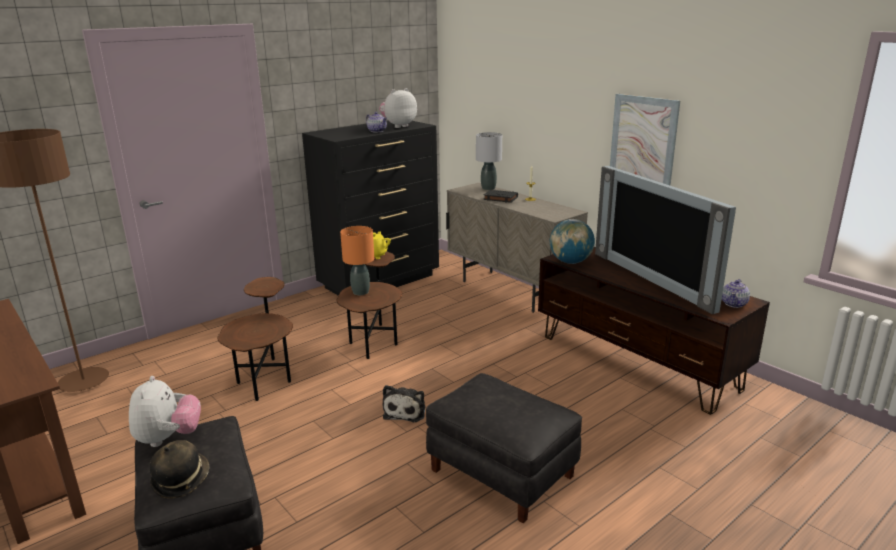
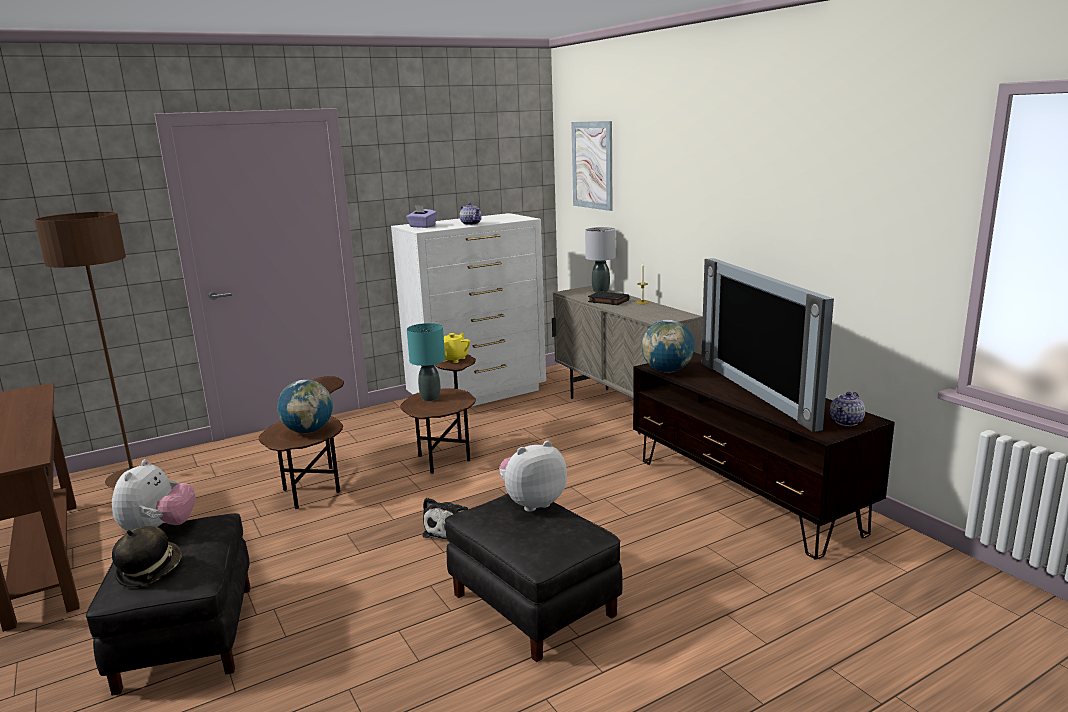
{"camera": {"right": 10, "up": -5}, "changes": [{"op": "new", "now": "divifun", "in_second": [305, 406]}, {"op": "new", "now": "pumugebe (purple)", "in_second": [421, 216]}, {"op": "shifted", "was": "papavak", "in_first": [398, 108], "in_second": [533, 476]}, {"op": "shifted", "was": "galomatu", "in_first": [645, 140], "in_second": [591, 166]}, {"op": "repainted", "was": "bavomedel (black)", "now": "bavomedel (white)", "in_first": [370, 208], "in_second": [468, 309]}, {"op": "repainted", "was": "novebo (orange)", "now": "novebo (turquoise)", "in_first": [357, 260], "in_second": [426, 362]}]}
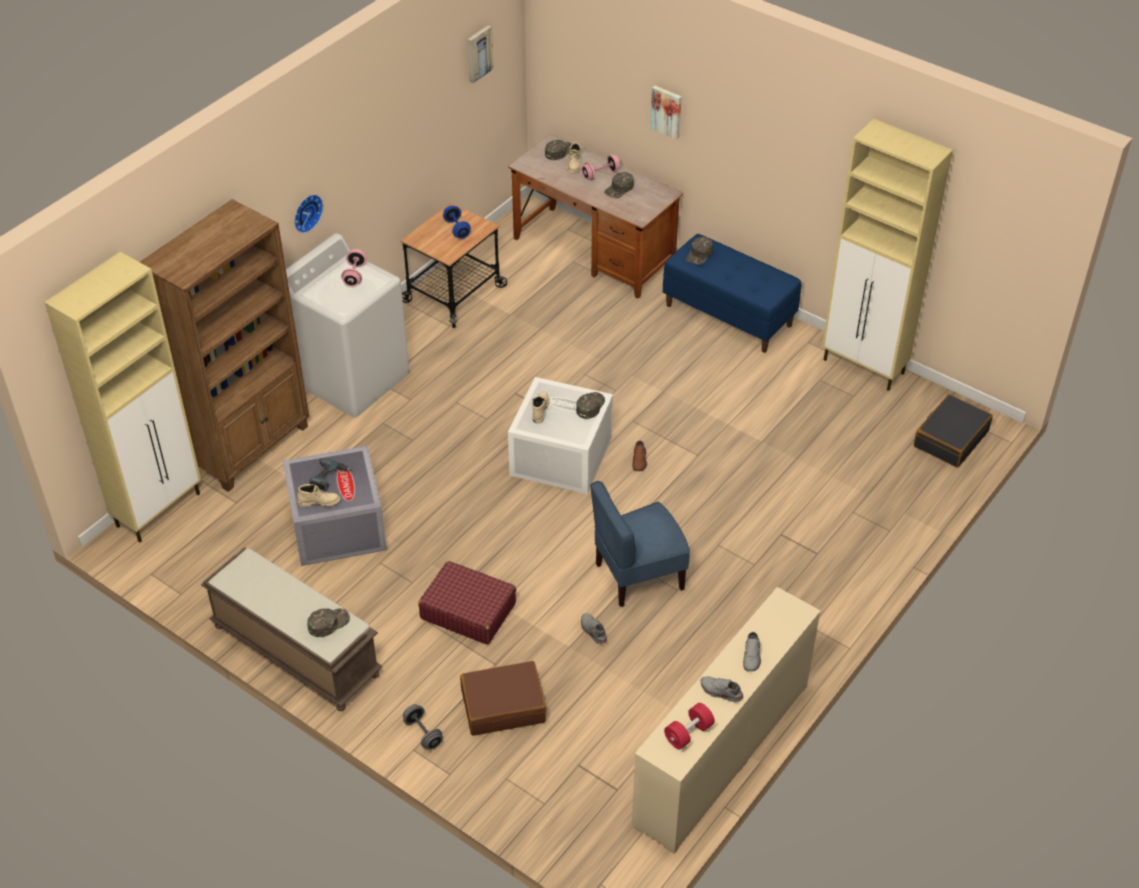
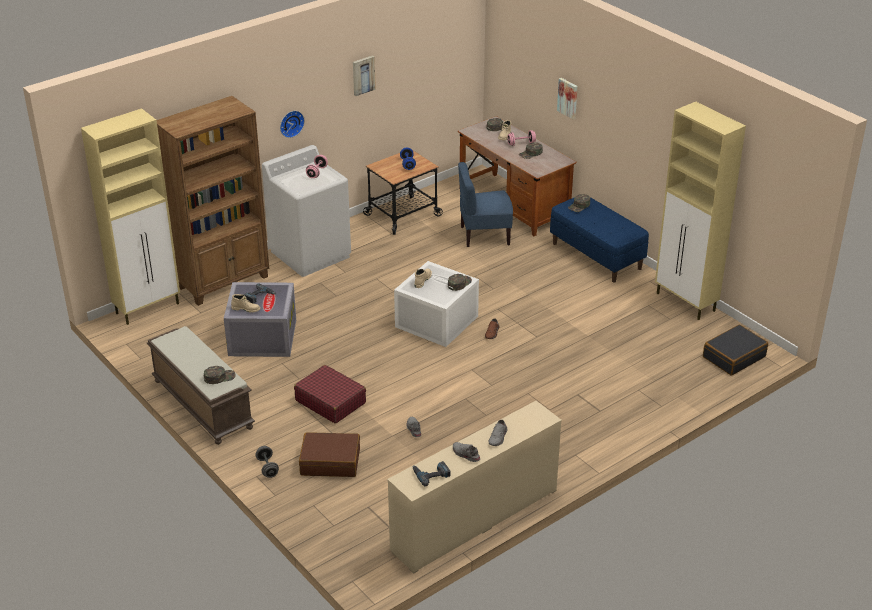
{"camera": {"right": 15, "up": -10}, "changes": [{"op": "shifted", "was": "galomatu", "in_first": [480, 54], "in_second": [364, 75]}, {"op": "shifted", "was": "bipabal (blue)", "in_first": [640, 544], "in_second": [485, 204]}, {"op": "swapped", "was": "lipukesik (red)", "now": "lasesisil", "in_first": [689, 726], "in_second": [431, 473]}]}
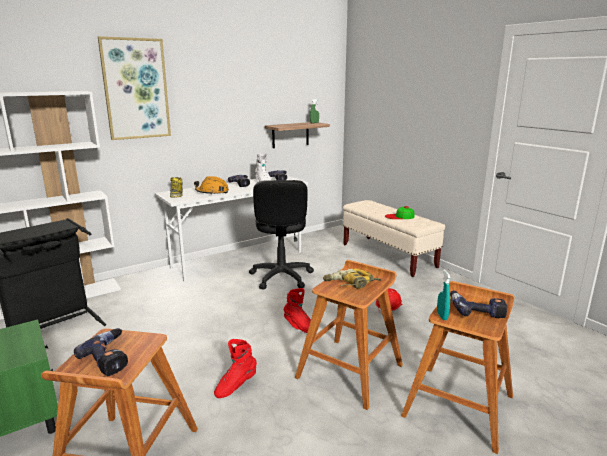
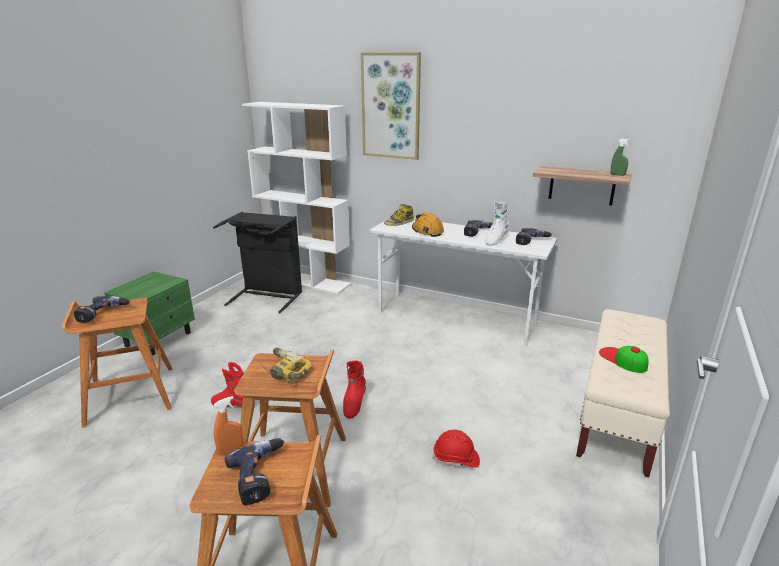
{"camera": {"right": 60, "up": 5}, "changes": [{"op": "gone", "was": "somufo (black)", "in_first": [281, 235]}, {"op": "repainted", "was": "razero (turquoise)", "now": "razero (orange)", "in_first": [443, 295], "in_second": [228, 425]}]}
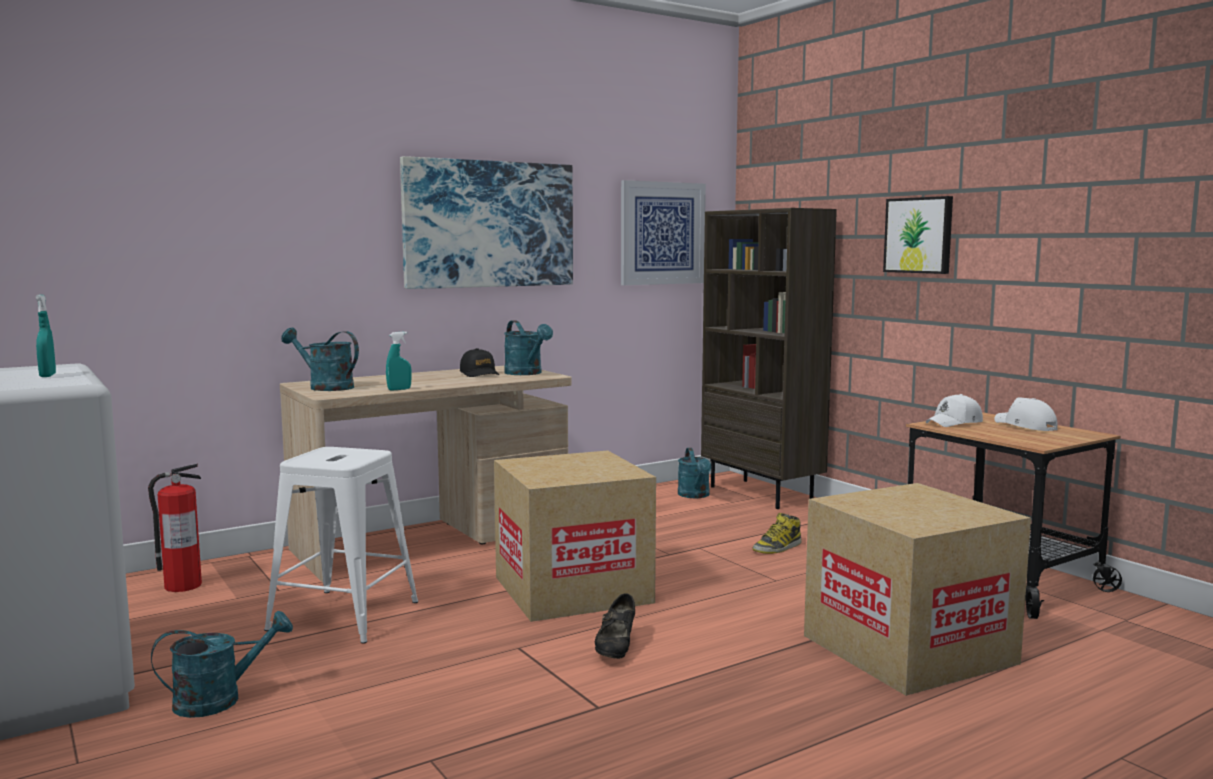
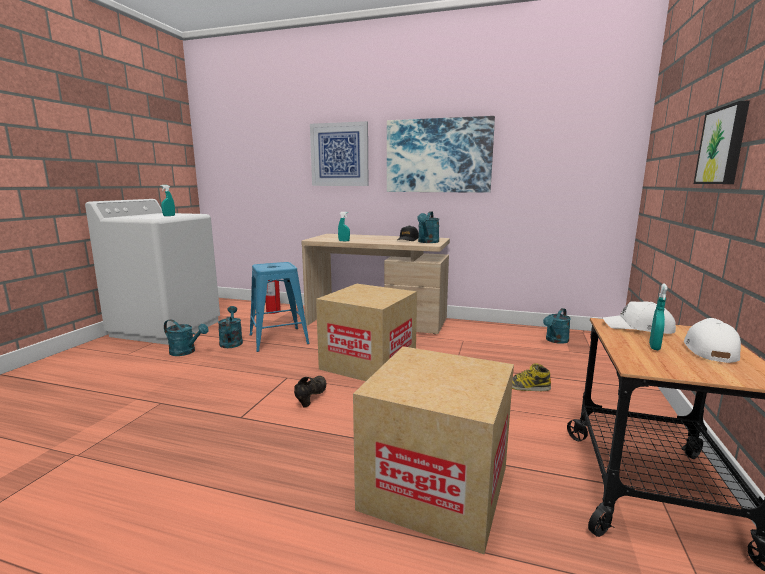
{"camera": {"right": 50, "up": 5}, "changes": [{"op": "gone", "was": "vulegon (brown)", "in_first": [769, 358]}, {"op": "new", "now": "razero (turquoise)", "in_second": [658, 317]}, {"op": "shifted", "was": "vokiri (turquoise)", "in_first": [320, 359], "in_second": [230, 327]}, {"op": "shifted", "was": "galomatu", "in_first": [663, 232], "in_second": [339, 153]}, {"op": "repainted", "was": "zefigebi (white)", "now": "zefigebi (blue)", "in_first": [341, 545], "in_second": [280, 307]}, {"op": "rotated", "was": "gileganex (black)", "in_first": [615, 626], "in_second": [310, 392], "clockwise": 135}]}
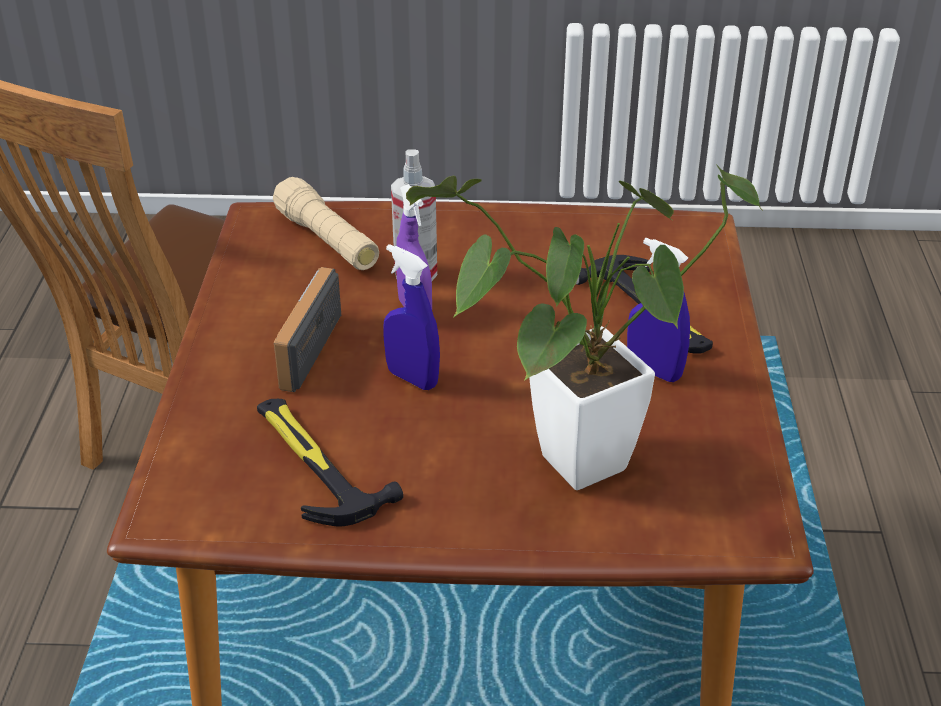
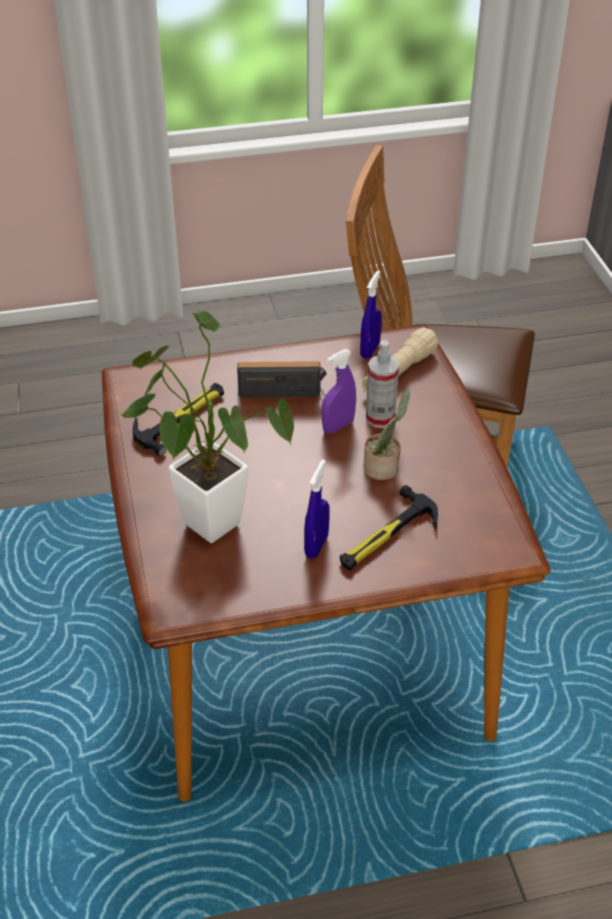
{"camera": {"right": 75, "up": 5}, "changes": [{"op": "new", "now": "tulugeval", "in_second": [386, 434]}, {"op": "shifted", "was": "razero (blue)", "in_first": [411, 317], "in_second": [371, 314]}]}
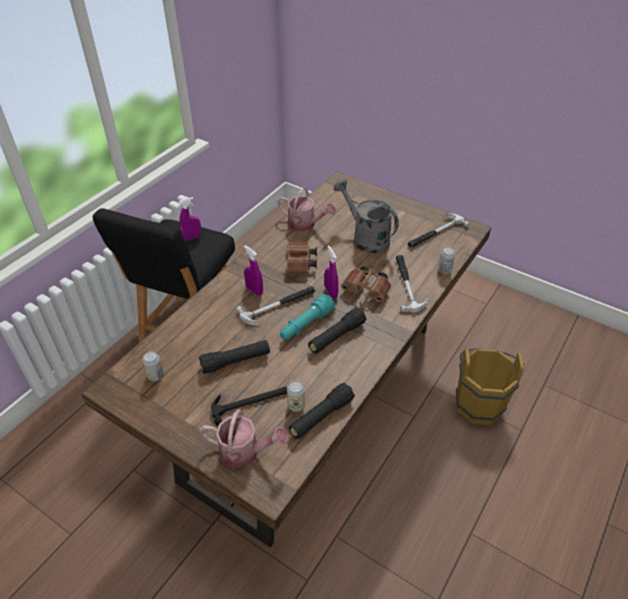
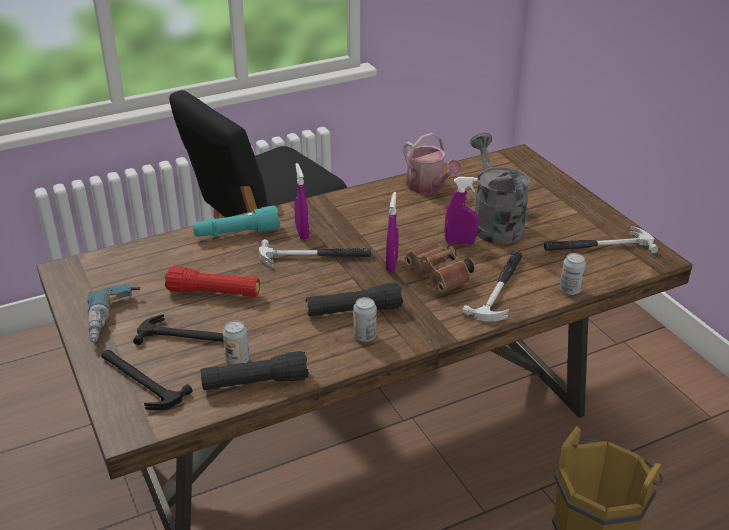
{"camera": {"right": 30, "up": -10}, "changes": [{"op": "gone", "was": "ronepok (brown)", "in_first": [301, 257]}, {"op": "new", "now": "lasesisil", "in_second": [113, 313]}, {"op": "shifted", "was": "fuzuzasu", "in_first": [153, 366], "in_second": [365, 319]}, {"op": "shifted", "was": "razero (purple)", "in_first": [190, 218], "in_second": [462, 210]}, {"op": "shifted", "was": "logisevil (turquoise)", "in_first": [307, 317], "in_second": [236, 221]}, {"op": "swapped", "was": "vokiri", "now": "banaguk", "in_first": [244, 438], "in_second": [147, 380]}, {"op": "repainted", "was": "logisevil (black)", "now": "logisevil (red)", "in_first": [234, 357], "in_second": [212, 281]}]}
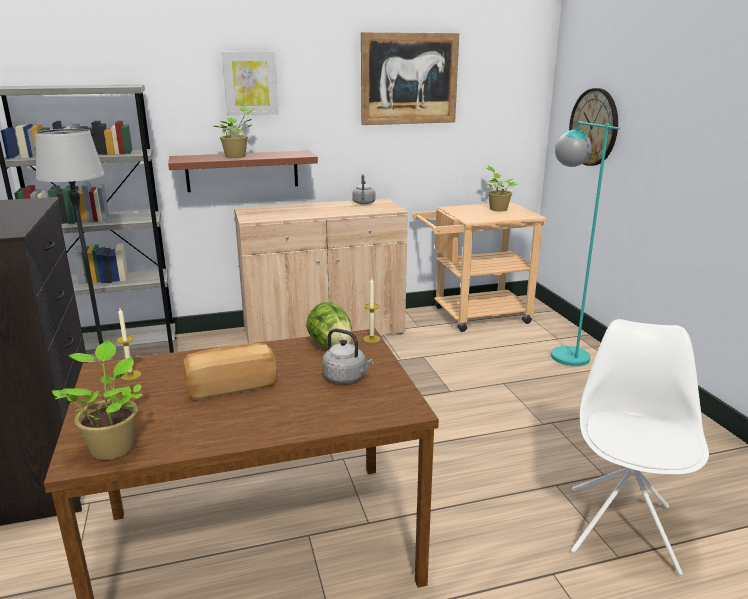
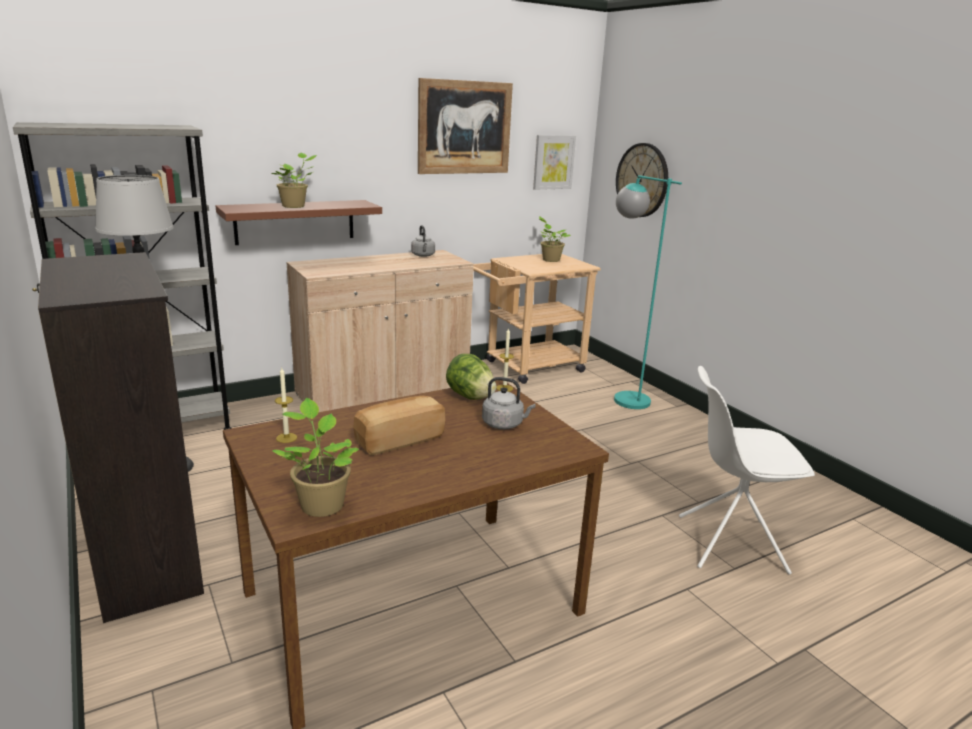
{"camera": {"right": -15, "up": 0}, "changes": [{"op": "shifted", "was": "galomatu", "in_first": [250, 83], "in_second": [554, 162]}, {"op": "rotated", "was": "bipabal (white)", "in_first": [640, 447], "in_second": [747, 470], "clockwise": -90}]}
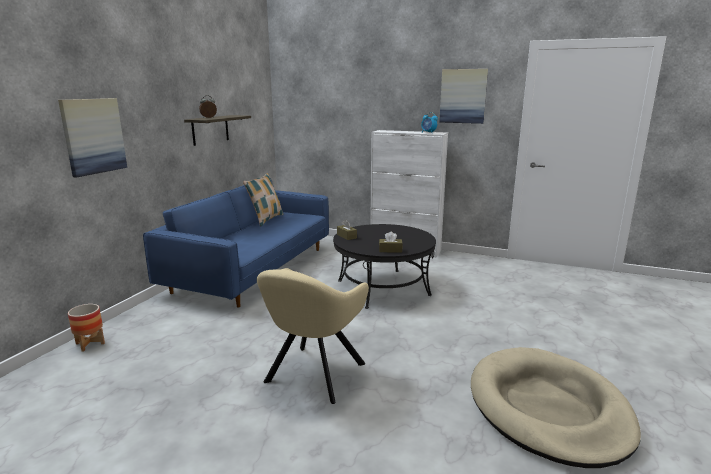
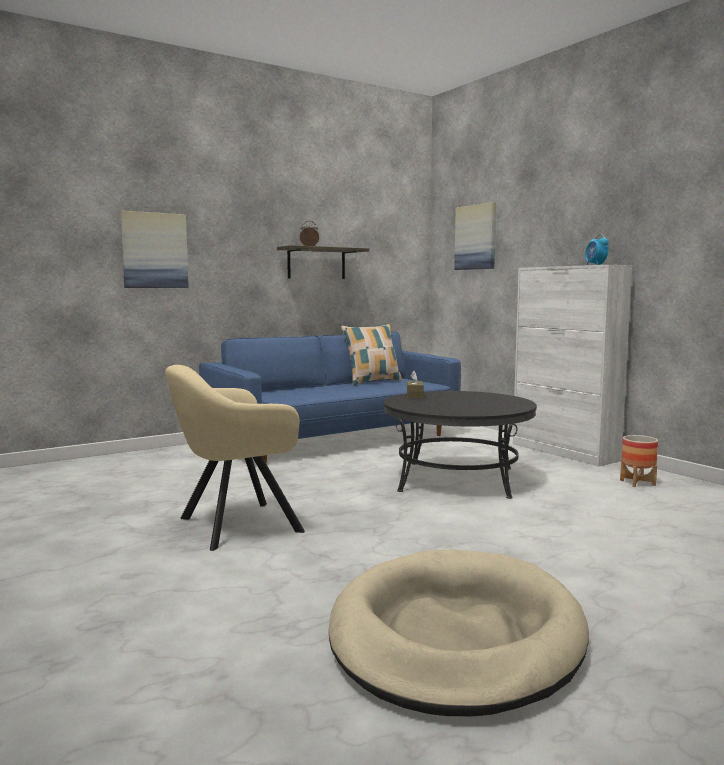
{"camera": {"right": 35, "up": -10}, "changes": [{"op": "gone", "was": "pumugebe (brown)", "in_first": [391, 242]}, {"op": "shifted", "was": "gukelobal", "in_first": [86, 327], "in_second": [639, 461]}, {"op": "shifted", "was": "galomatu", "in_first": [463, 96], "in_second": [475, 236]}]}
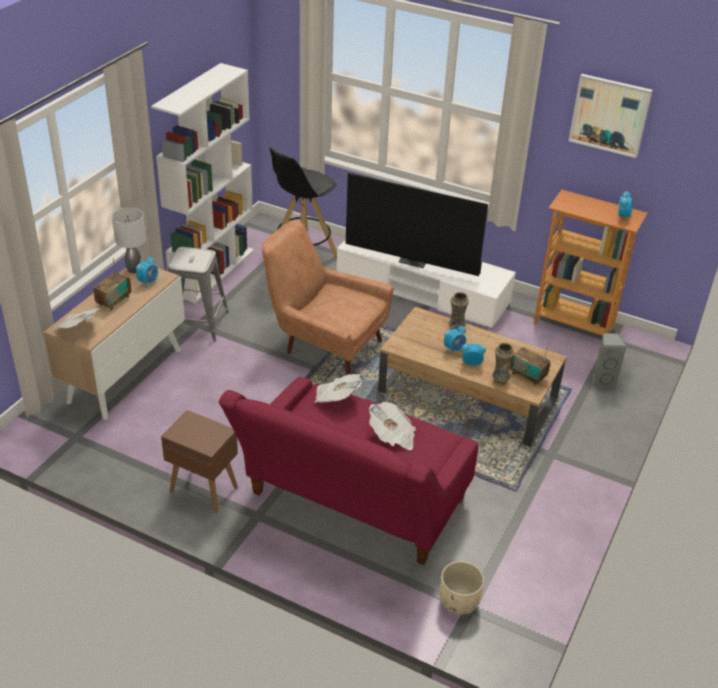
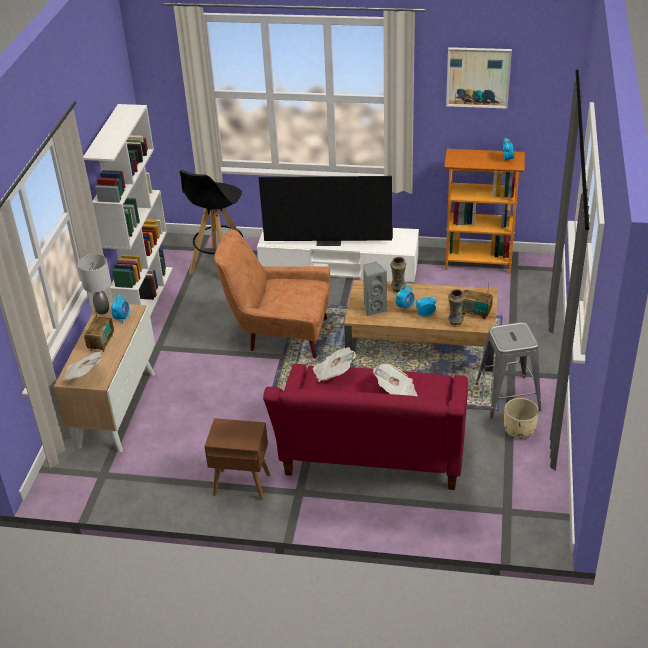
{"camera": {"right": -15, "up": 0}, "changes": [{"op": "shifted", "was": "zefigebi (grey)", "in_first": [198, 294], "in_second": [508, 370]}, {"op": "shifted", "was": "gukelobal (beige)", "in_first": [462, 588], "in_second": [521, 418]}, {"op": "shifted", "was": "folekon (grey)", "in_first": [610, 360], "in_second": [375, 289]}]}
